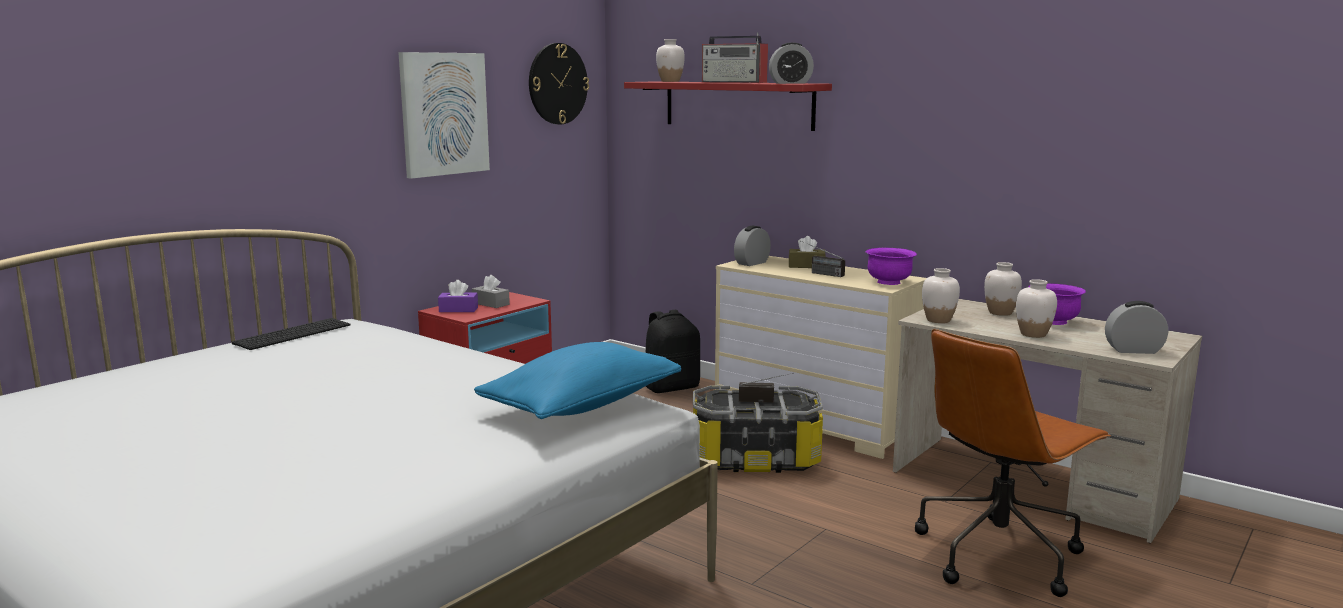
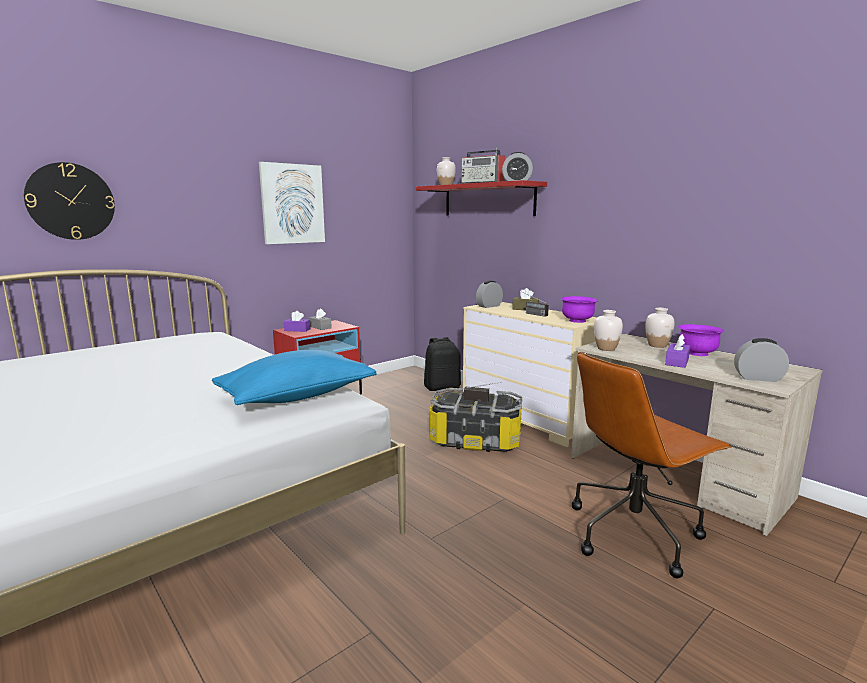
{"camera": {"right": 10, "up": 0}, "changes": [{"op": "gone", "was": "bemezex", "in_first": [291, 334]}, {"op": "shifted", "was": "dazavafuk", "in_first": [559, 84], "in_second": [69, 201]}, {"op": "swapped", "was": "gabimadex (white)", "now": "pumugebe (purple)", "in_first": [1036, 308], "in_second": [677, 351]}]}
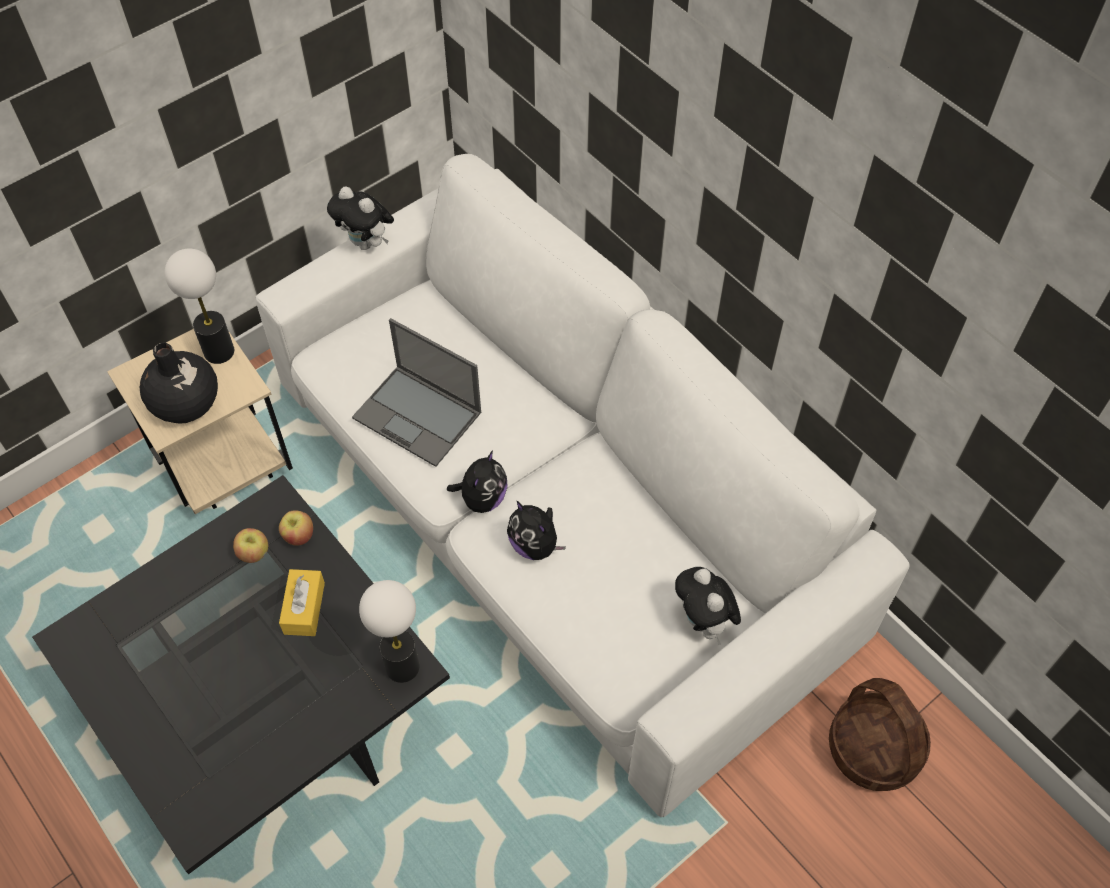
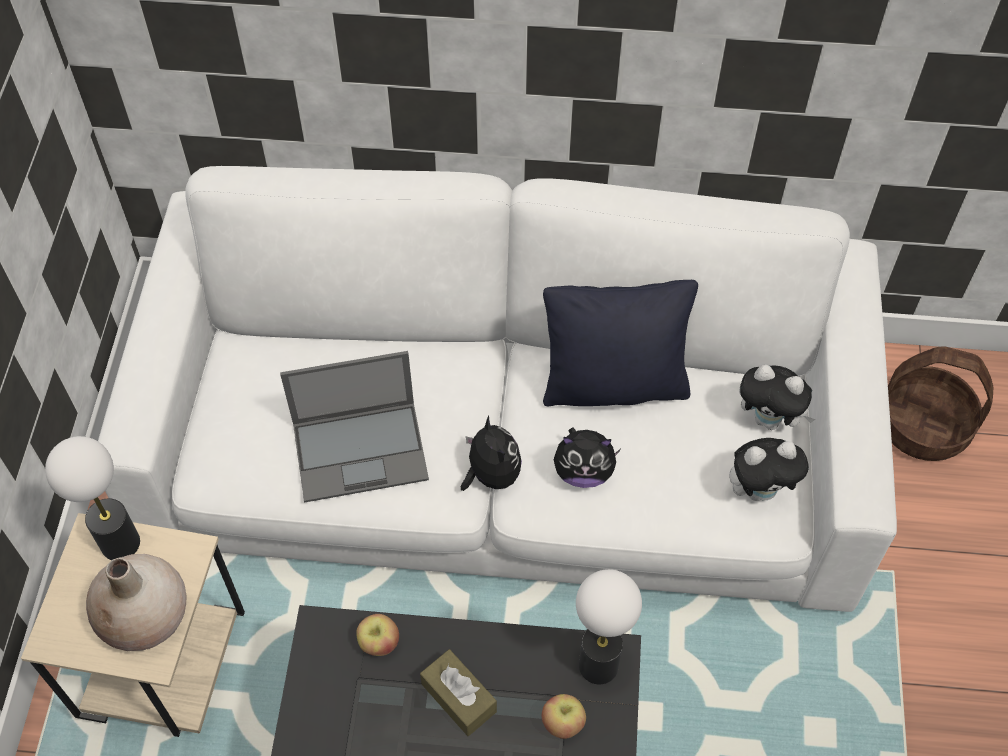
{"camera": {"right": -45, "up": 0}, "changes": [{"op": "new", "now": "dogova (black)", "in_second": [620, 343]}, {"op": "shifted", "was": "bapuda", "in_first": [250, 545], "in_second": [564, 716]}, {"op": "shifted", "was": "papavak", "in_first": [360, 218], "in_second": [769, 469]}, {"op": "repainted", "was": "gabimadex (black)", "now": "gabimadex (beige)", "in_first": [179, 382], "in_second": [136, 602]}, {"op": "repainted", "was": "pumugebe (yellow)", "now": "pumugebe (brown)", "in_first": [302, 602], "in_second": [458, 692]}]}
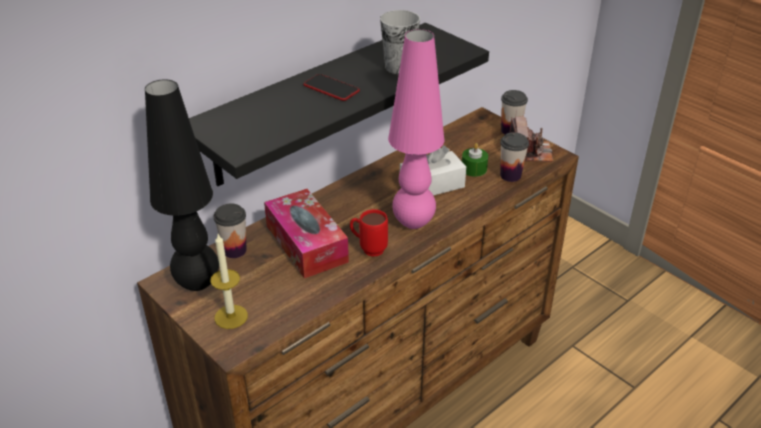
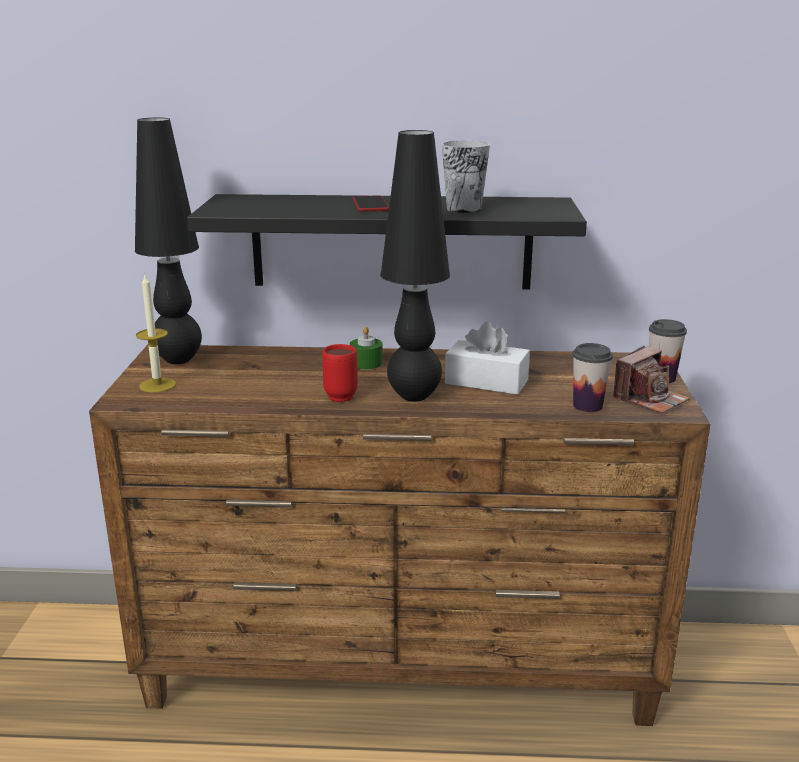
{"camera": {"right": 45, "up": -15}, "changes": [{"op": "gone", "was": "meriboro", "in_first": [230, 231]}, {"op": "gone", "was": "pumugebe", "in_first": [306, 234]}, {"op": "shifted", "was": "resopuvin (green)", "in_first": [475, 160], "in_second": [366, 348]}, {"op": "repainted", "was": "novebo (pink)", "now": "novebo (black)", "in_first": [416, 129], "in_second": [415, 266]}]}
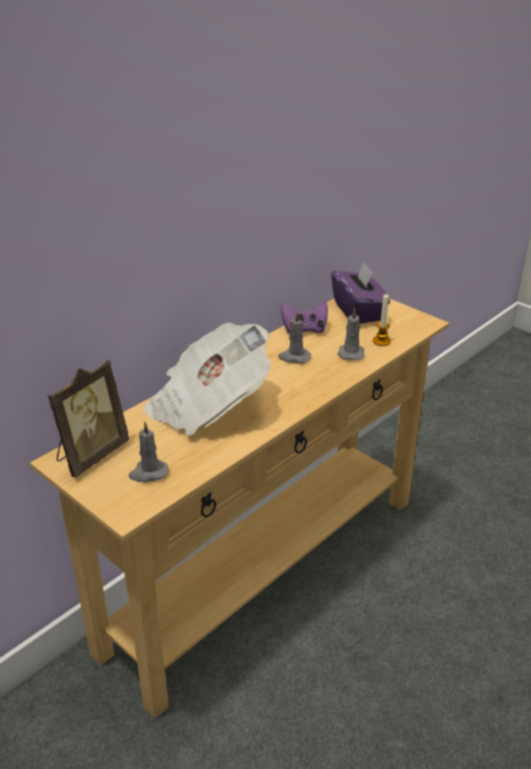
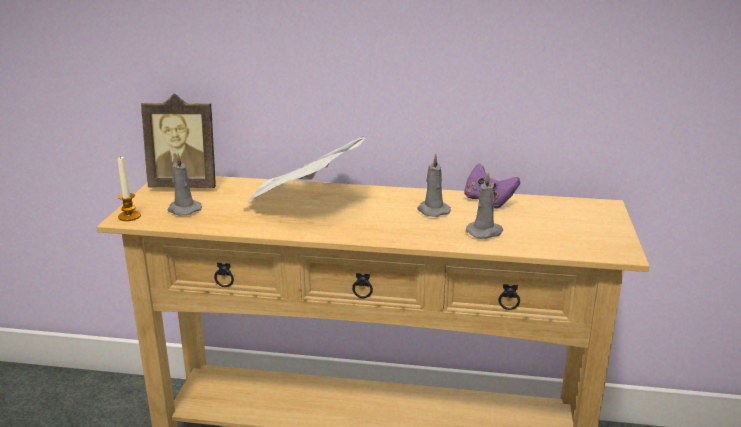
{"camera": {"right": 55, "up": -10}, "changes": [{"op": "gone", "was": "pumugebe (purple)", "in_first": [360, 293]}, {"op": "shifted", "was": "resopuvin", "in_first": [382, 320], "in_second": [129, 188]}]}
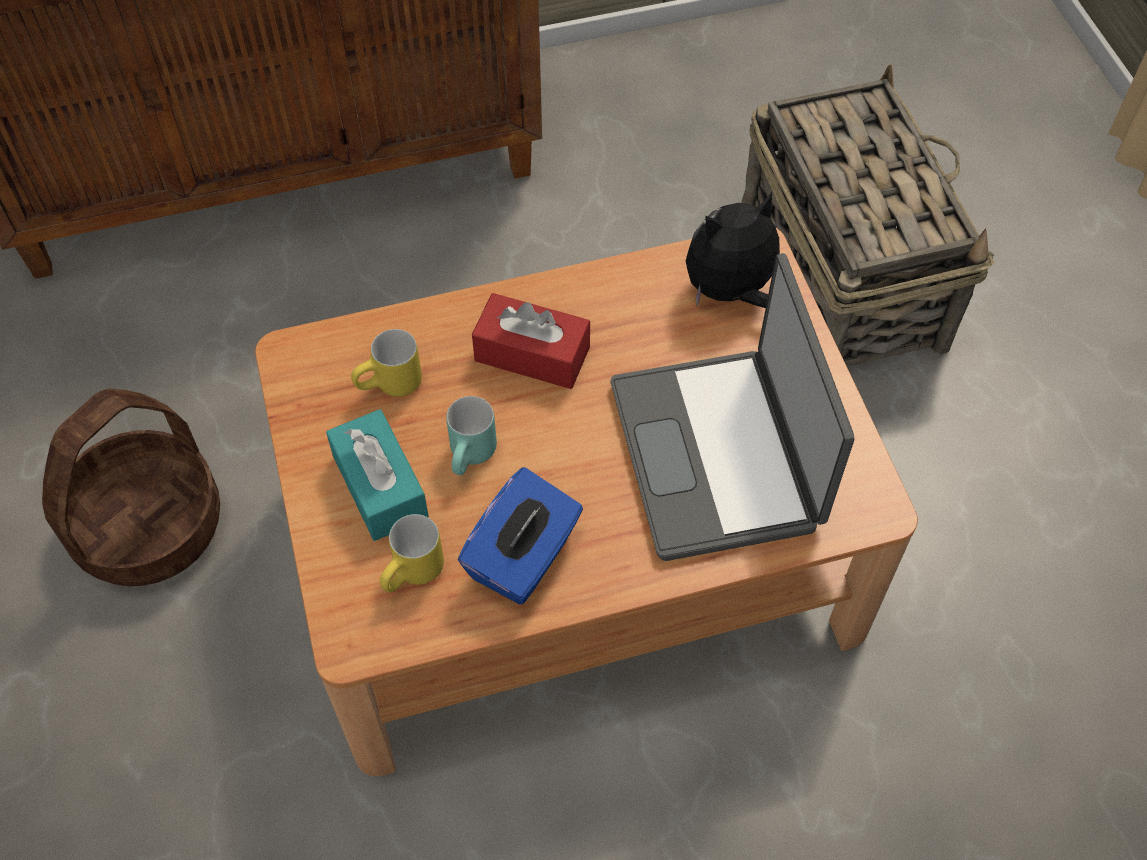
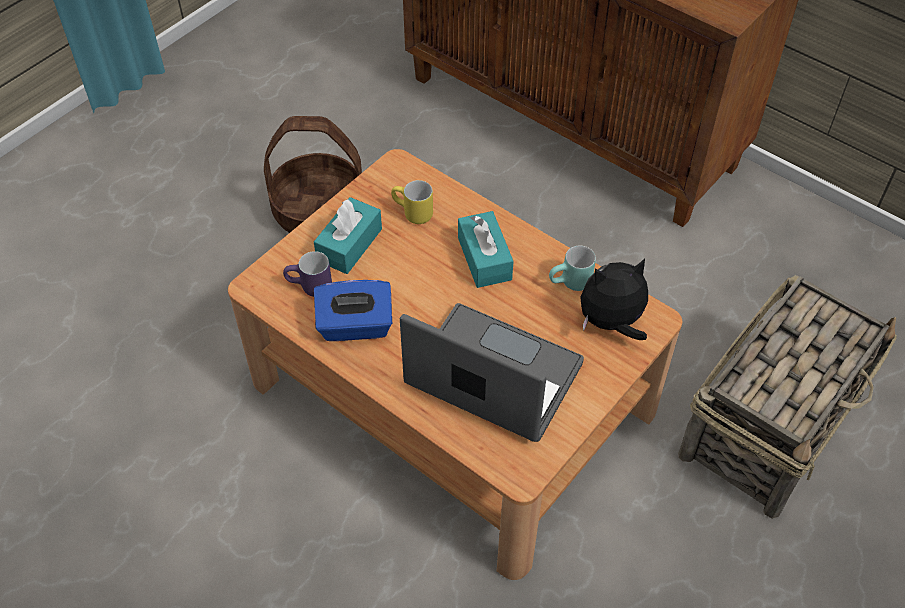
{"camera": {"right": 55, "up": -5}, "changes": [{"op": "shifted", "was": "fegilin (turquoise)", "in_first": [471, 435], "in_second": [572, 268]}, {"op": "repainted", "was": "fegilin (yellow)", "now": "fegilin (purple)", "in_first": [412, 553], "in_second": [307, 274]}, {"op": "repainted", "was": "pumugebe (red)", "now": "pumugebe (turquoise)", "in_first": [531, 341], "in_second": [485, 249]}, {"op": "rotated", "was": "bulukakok", "in_first": [732, 407], "in_second": [492, 372], "clockwise": 75}, {"op": "rotated", "was": "papavak", "in_first": [733, 250], "in_second": [614, 299], "clockwise": -45}]}
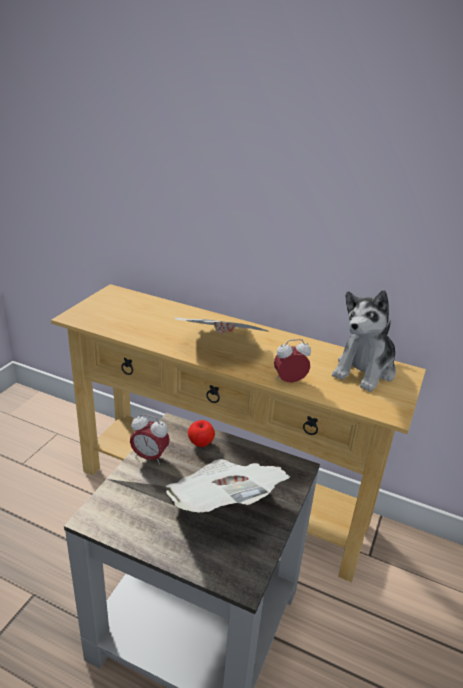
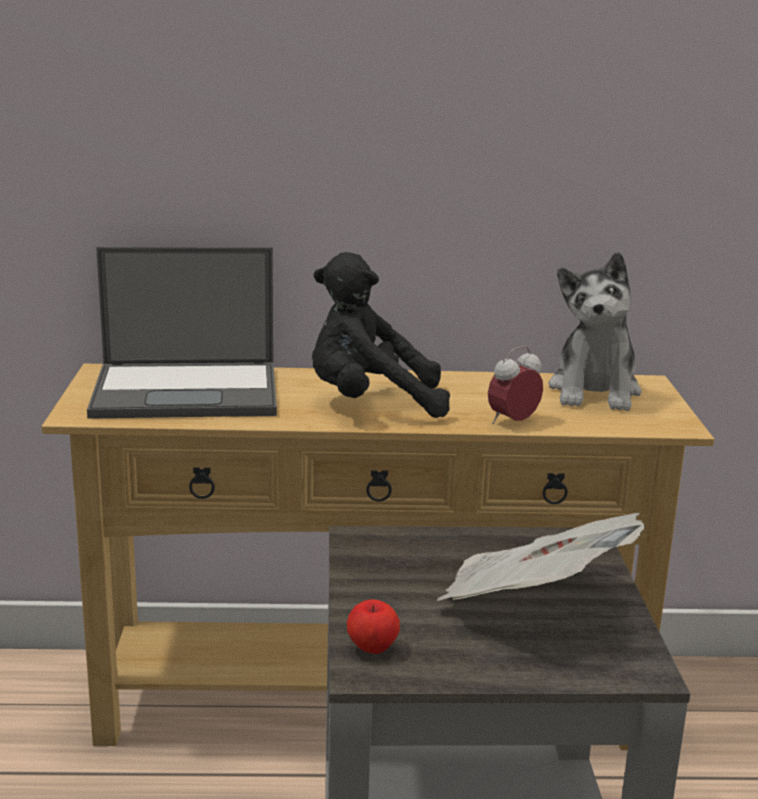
{"camera": {"right": -25, "up": -10}, "changes": [{"op": "gone", "was": "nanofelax", "in_first": [150, 439]}, {"op": "new", "now": "bulukakok", "in_second": [182, 333]}, {"op": "shifted", "was": "bapuda", "in_first": [201, 433], "in_second": [373, 626]}, {"op": "swapped", "was": "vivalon", "now": "papavak (black)", "in_first": [221, 325], "in_second": [381, 335]}]}
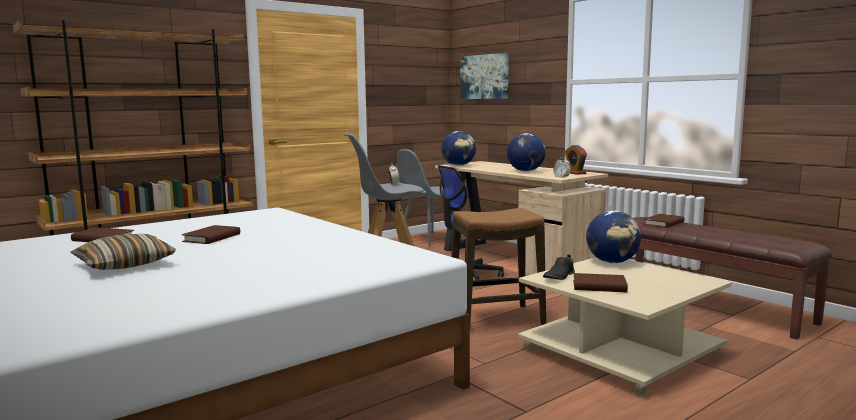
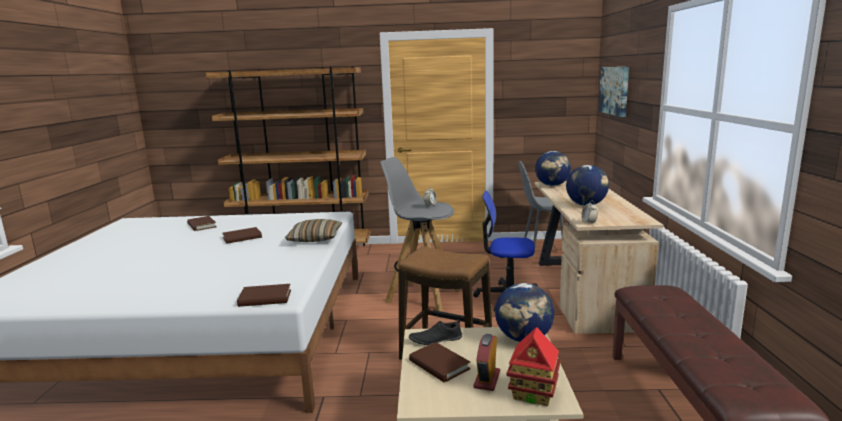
{"camera": {"right": 40, "up": 5}, "changes": [{"op": "new", "now": "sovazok", "in_second": [534, 366]}, {"op": "shifted", "was": "dogova", "in_first": [123, 252], "in_second": [313, 230]}, {"op": "shifted", "was": "nanofelax", "in_first": [576, 160], "in_second": [486, 362]}, {"op": "shifted", "was": "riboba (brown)", "in_first": [664, 221], "in_second": [264, 295]}]}
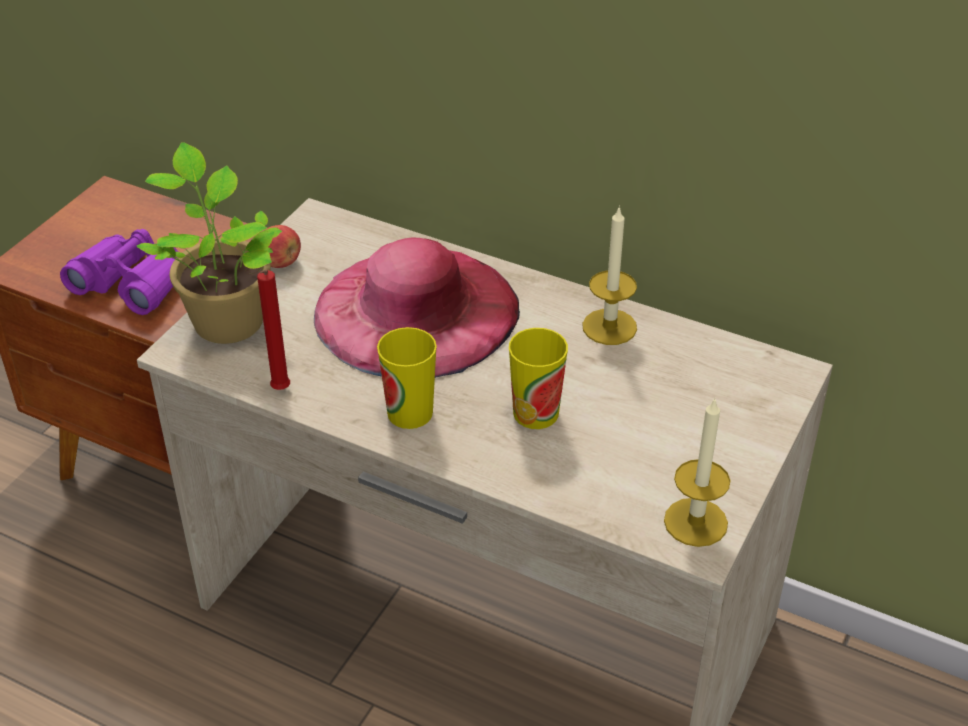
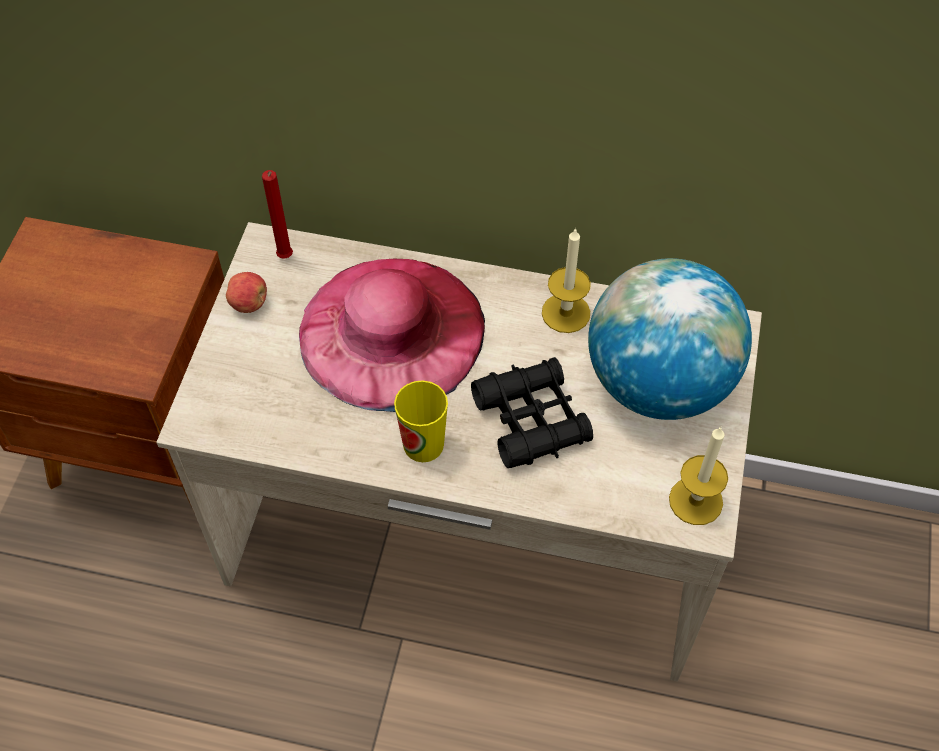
{"camera": {"right": -15, "up": 15}, "changes": [{"op": "gone", "was": "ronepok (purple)", "in_first": [119, 272]}, {"op": "gone", "was": "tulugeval", "in_first": [209, 243]}, {"op": "new", "now": "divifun", "in_second": [670, 339]}, {"op": "shifted", "was": "resopuvin (red)", "in_first": [273, 330], "in_second": [277, 214]}, {"op": "swapped", "was": "meriboro", "now": "ronepok (black)", "in_first": [538, 378], "in_second": [532, 413]}]}
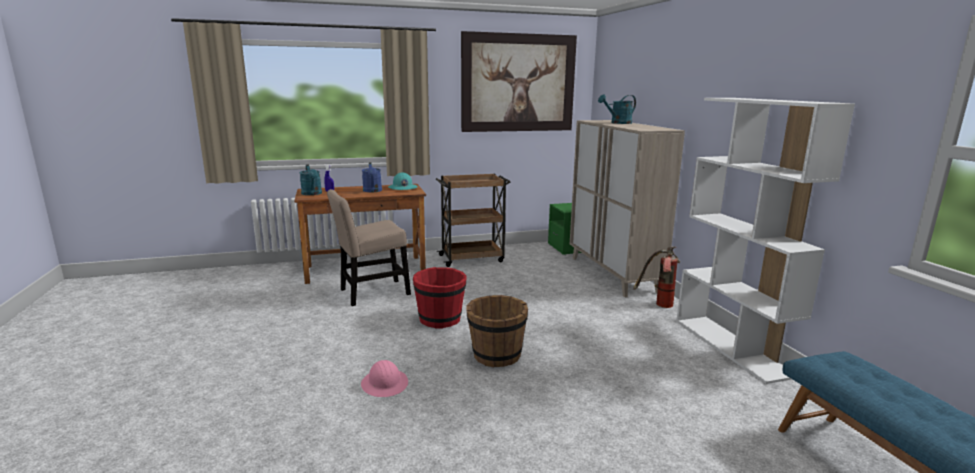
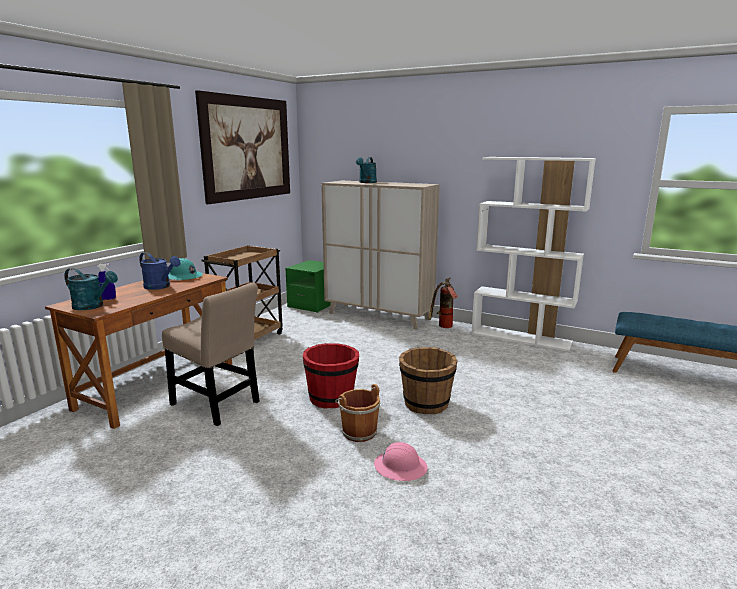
{"camera": {"right": -45, "up": 0}, "changes": [{"op": "new", "now": "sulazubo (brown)", "in_second": [357, 413]}, {"op": "rotated", "was": "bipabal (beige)", "in_first": [369, 247], "in_second": [210, 354], "clockwise": -75}]}
